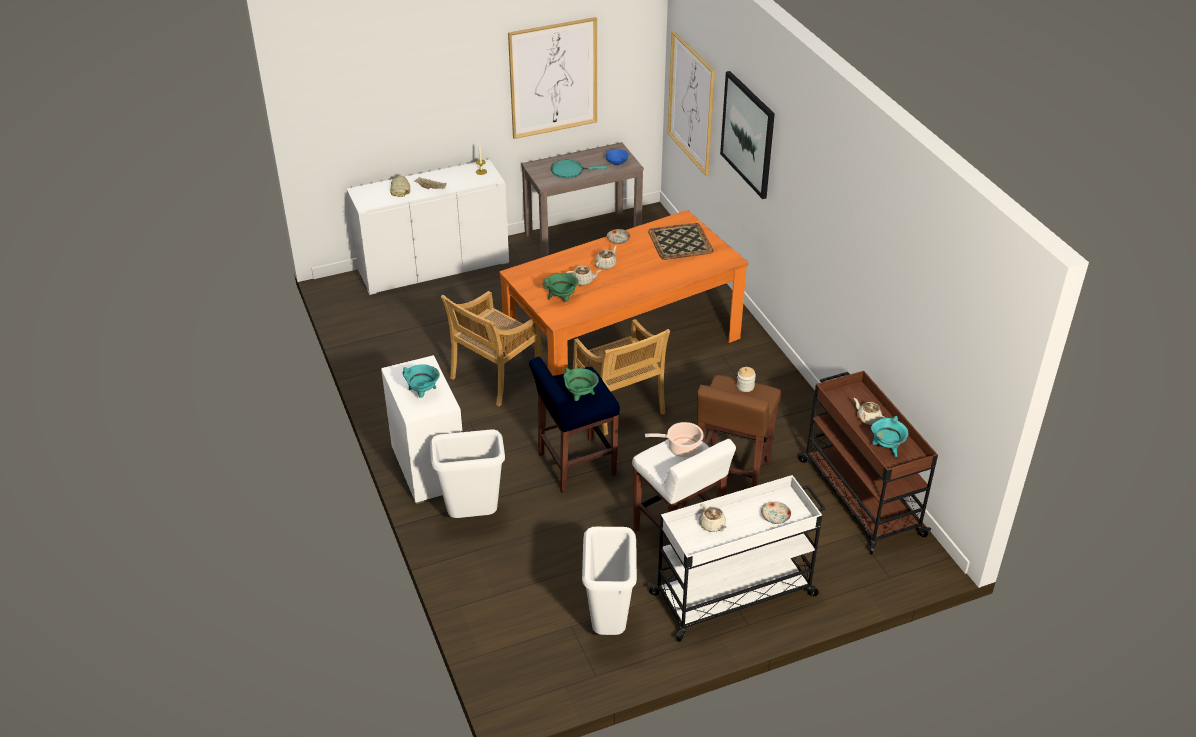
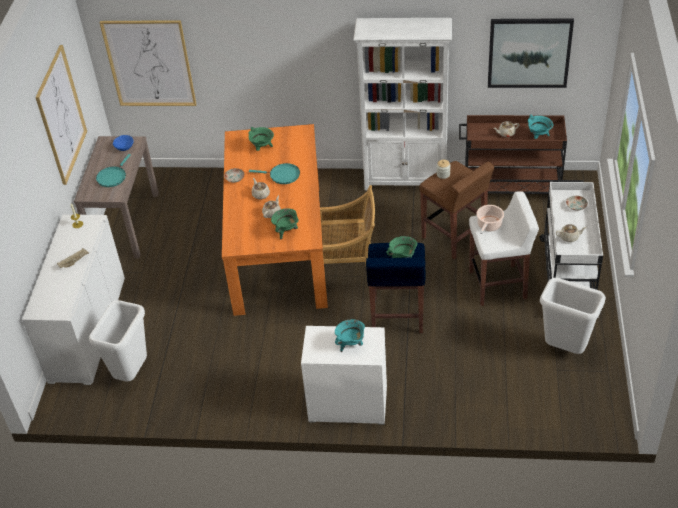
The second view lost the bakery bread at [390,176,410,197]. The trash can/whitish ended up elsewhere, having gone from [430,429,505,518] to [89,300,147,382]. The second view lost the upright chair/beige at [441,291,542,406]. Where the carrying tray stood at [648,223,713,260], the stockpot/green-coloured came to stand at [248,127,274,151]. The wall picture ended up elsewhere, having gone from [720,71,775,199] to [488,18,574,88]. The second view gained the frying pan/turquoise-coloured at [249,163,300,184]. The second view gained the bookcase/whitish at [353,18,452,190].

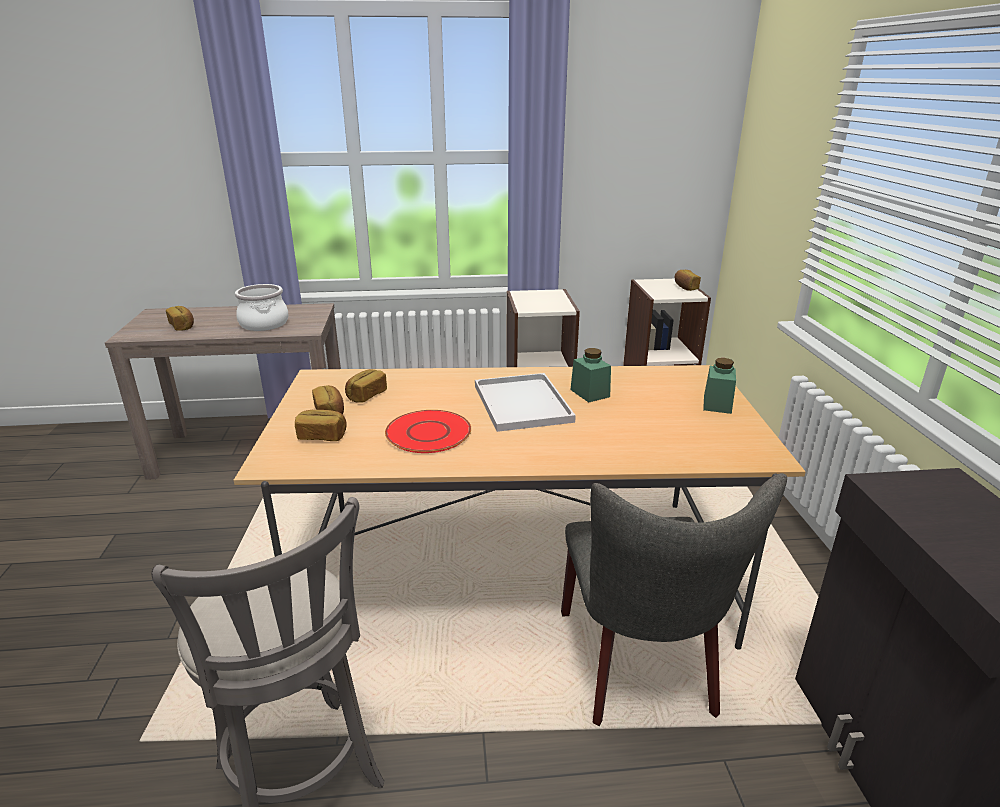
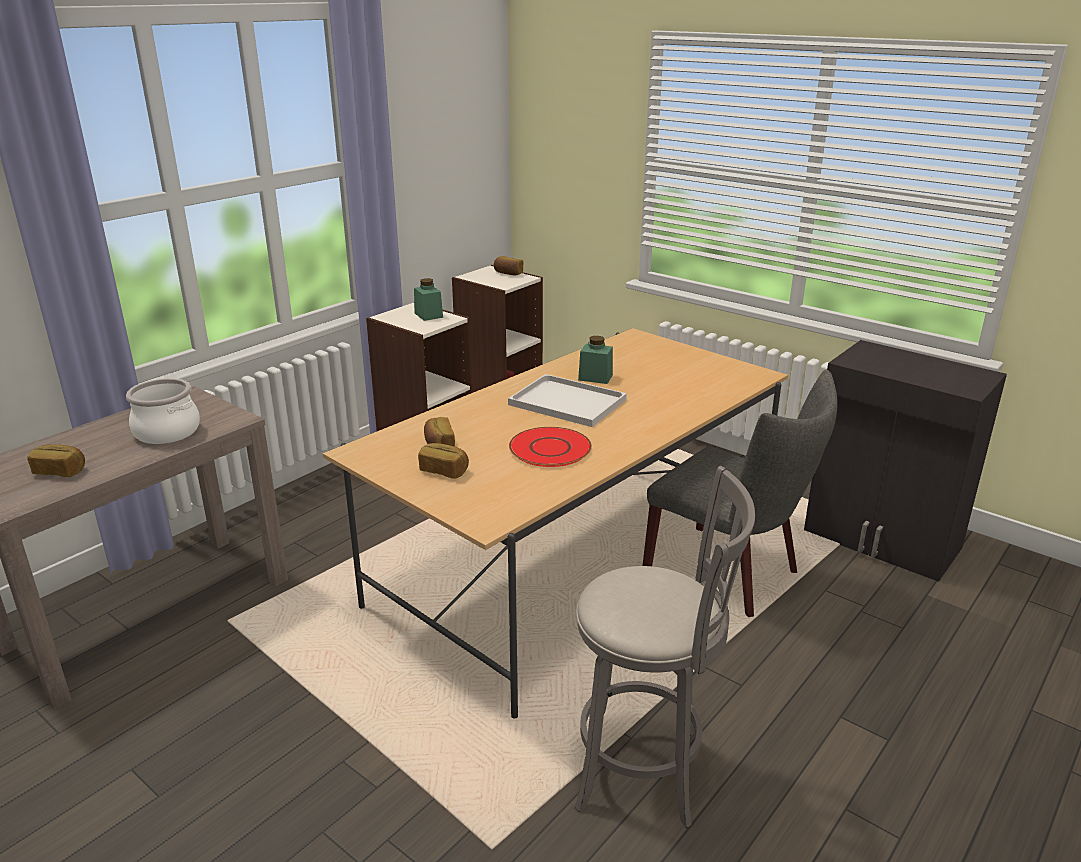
The second view lost the bakery bread at [295,410,347,441]. The storage jar/green-coloured ended up elsewhere, having gone from [703,358,736,414] to [414,278,443,321].

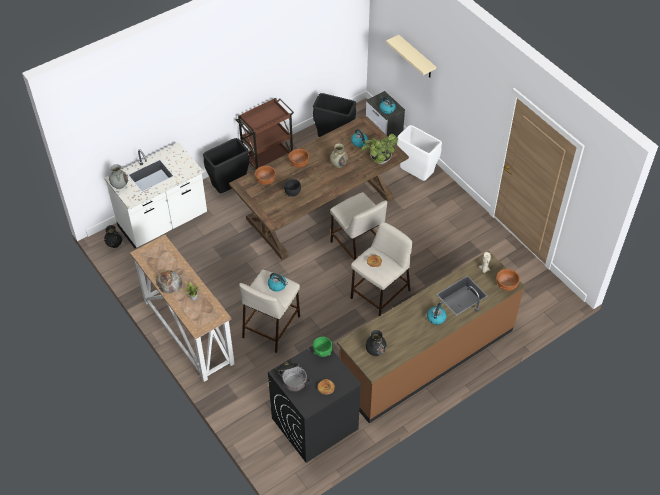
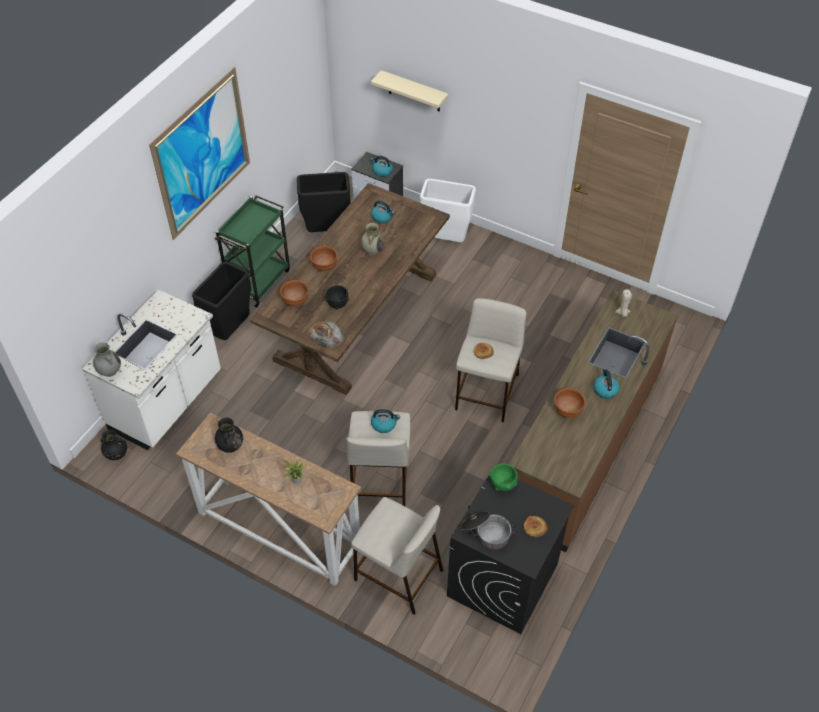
The bakery bread ended up elsewhere, having gone from [156,270,182,294] to [308,321,344,348]. What was the trolley/brown-coloured at [236,98,294,170] turned into the trolley/green-coloured at [215,195,290,307]. The stool seat/beige ended up elsewhere, having gone from [330,192,387,261] to [351,497,443,615]. The second view lost the potted plant at [361,134,398,164]. The vase/black-coloured ended up elsewhere, having gone from [366,330,386,356] to [215,417,243,453]. The serving bowl/brown-coloured ended up elsewhere, having gone from [497,269,520,291] to [554,388,586,418]. The second view gained the wall picture at [149,67,250,240].

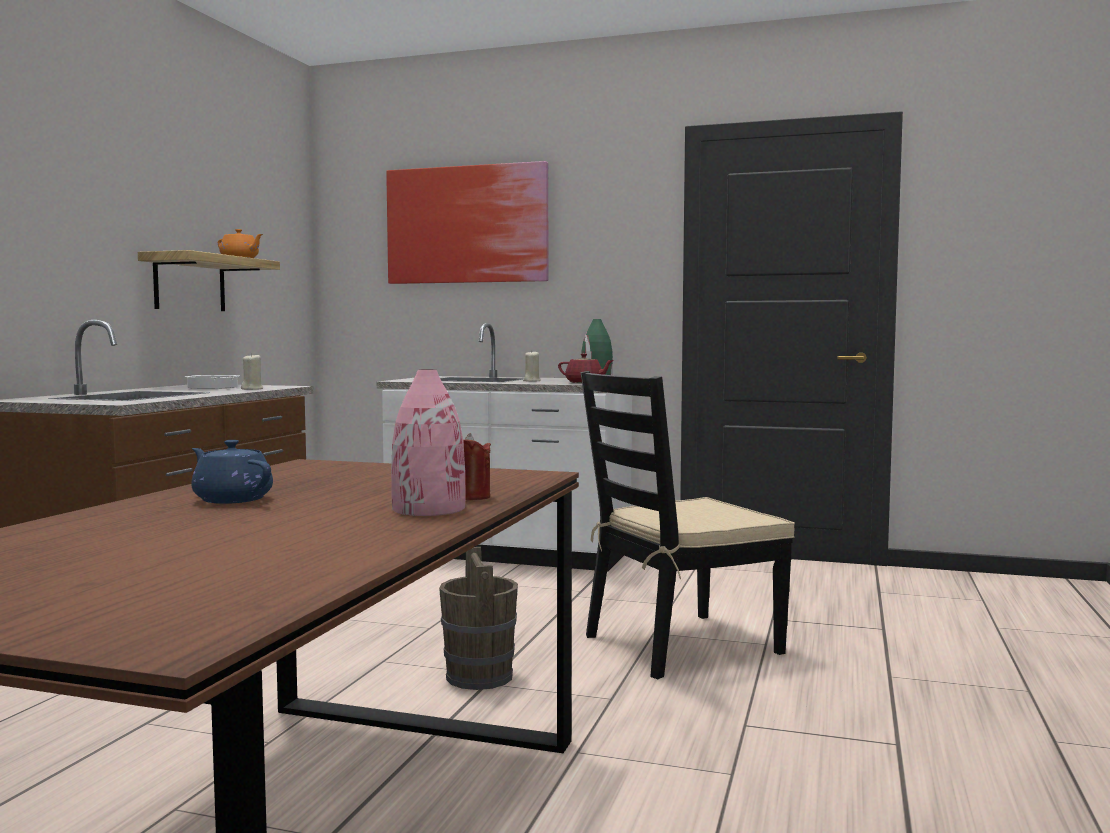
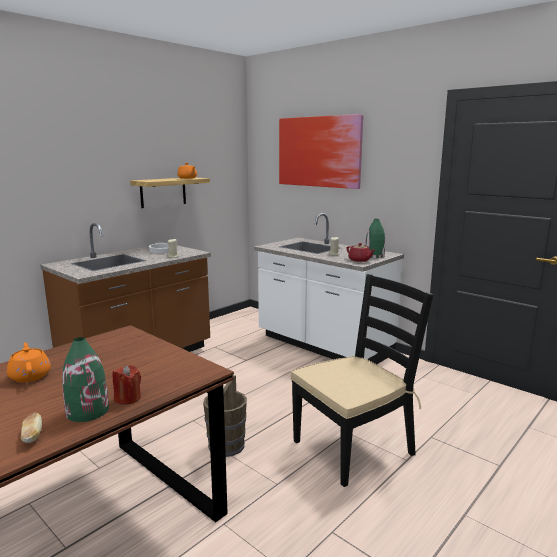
What was the pot for tea/bluish at [191,440,273,504] turned into the pot for tea/orangey at [7,343,51,382]. What was the vase/pinkish at [391,369,466,516] turned into the vase/green-coloured at [62,337,109,422]. The upright chair/black-coloured at [581,371,795,679] ended up facing another way, 150 degrees clockwise from before. The second view gained the bakery bread at [21,413,42,443].

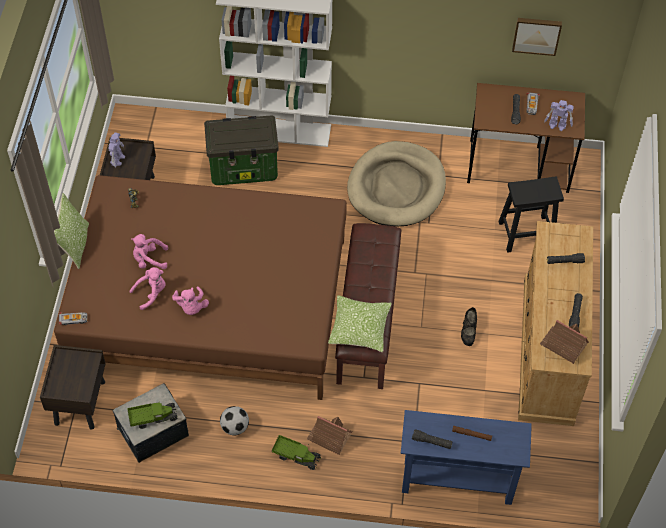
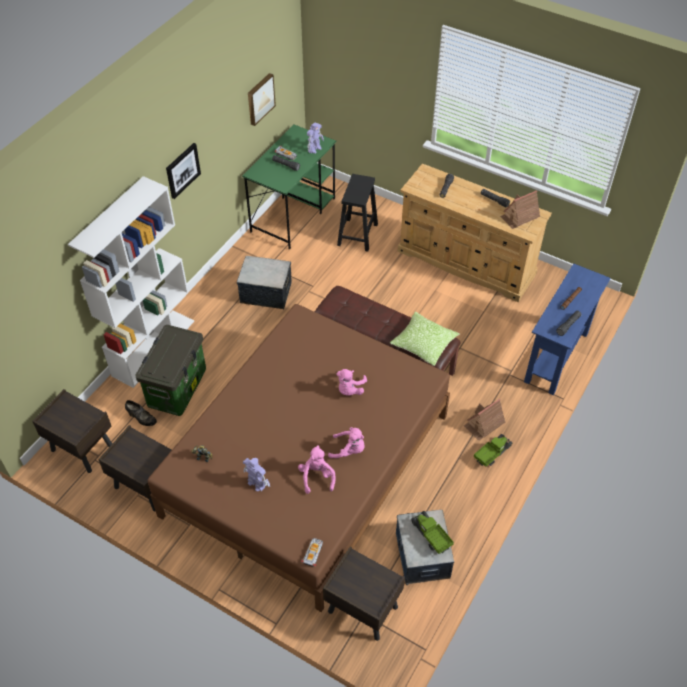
The second view lost the cushion at [54,193,89,269]. The model robot ended up elsewhere, having gone from [108,132,125,168] to [243,458,270,491]. The model truck at [127,402,177,429] ended up facing another way, 45 degrees counterclockwise from before. The soft toy/pinkish ended up elsewhere, having gone from [131,234,168,269] to [336,369,367,396]. The second view lost the football at [220,406,249,435]. Where the pet bed/beige stood at [347,141,446,227], the storage bin came to stand at [237,256,292,309]. The item of footwear/black-coloured ended up elsewhere, having gone from [461,307,477,346] to [125,400,157,426]. What was the desk unit/brown-coloured at [467,83,585,193] turned into the desk unit/green-coloured at [242,125,336,250]. The second view gained the bedside table/brown-coloured at [32,389,112,473]. The second view gained the wall picture at [166,143,201,199].

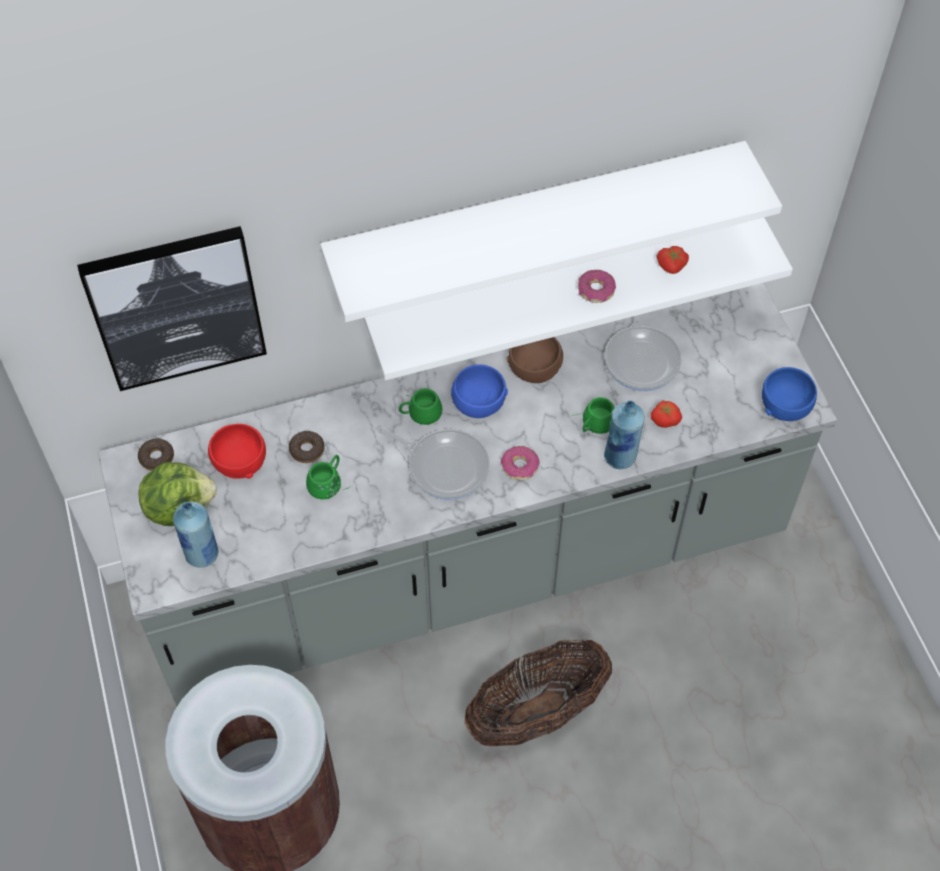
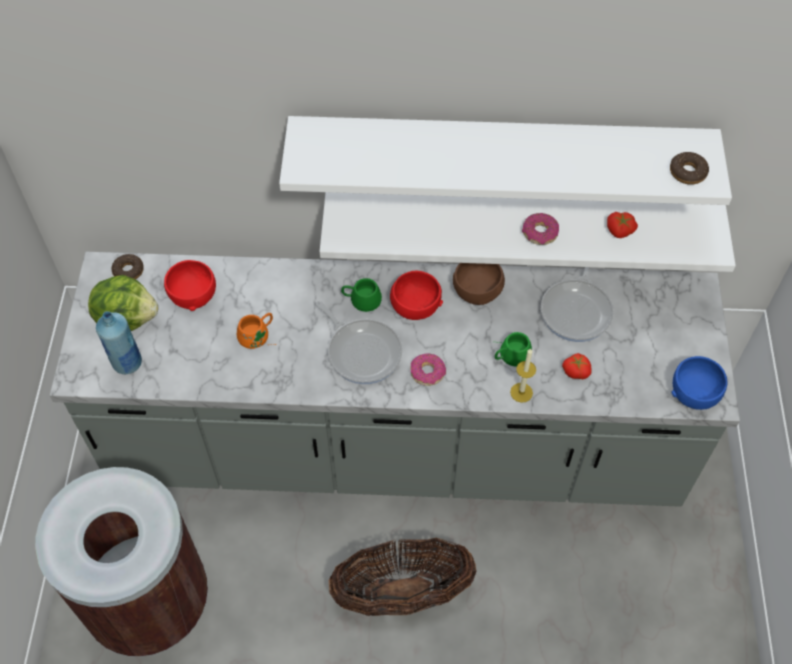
The second view lost the wall picture at [77,226,267,391]. The ring doughnut ended up elsewhere, having gone from [289,431,325,463] to [670,152,709,185]. What was the tea mug/green-coloured at [306,455,350,499] turned into the tea mug/orangey at [237,313,277,349]. What was the serving bowl/bluish at [451,364,508,418] turned into the serving bowl/red at [390,271,443,320]. Where the bottle/bluish stood at [604,401,645,469], the candle came to stand at [510,348,536,403].

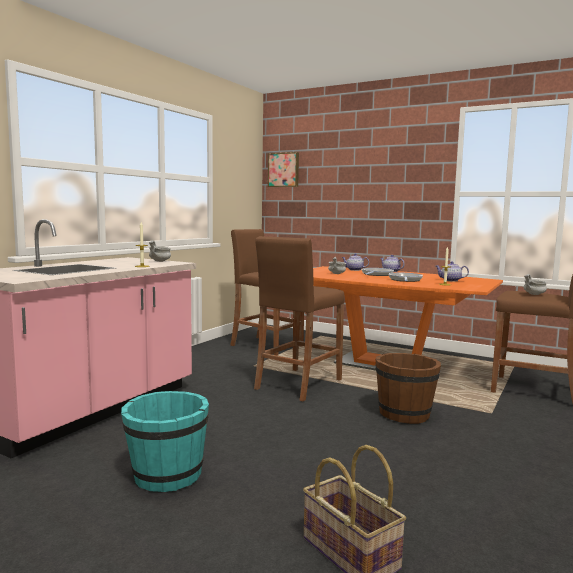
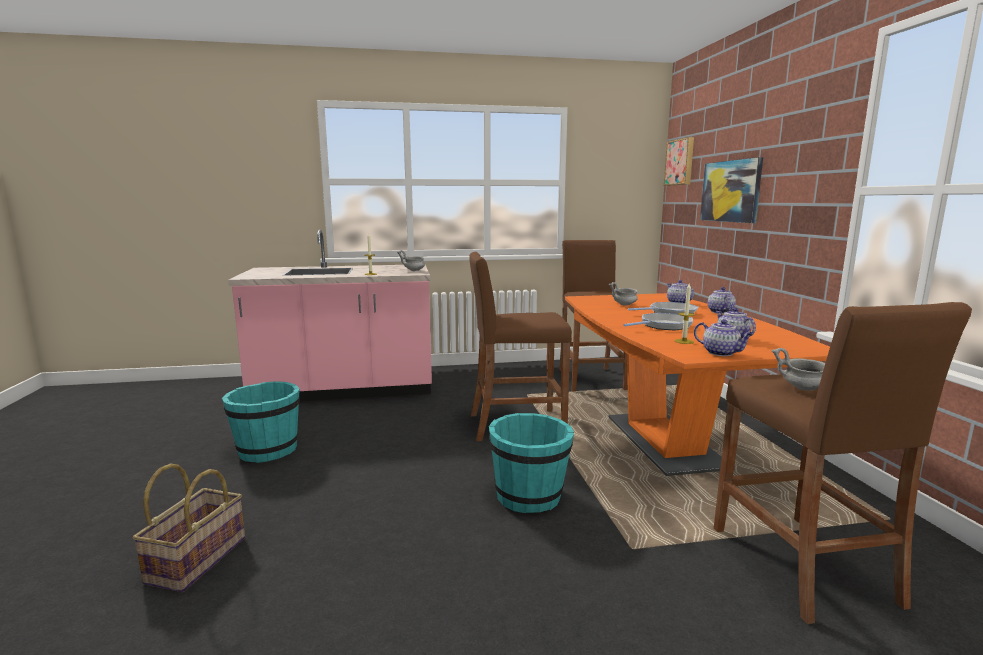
What was the water bucket/brown-coloured at [376,353,441,424] turned into the water bucket/turquoise-coloured at [489,413,574,513]. The second view gained the pot for tea at [694,319,754,356]. The second view gained the wall picture at [700,157,763,223].

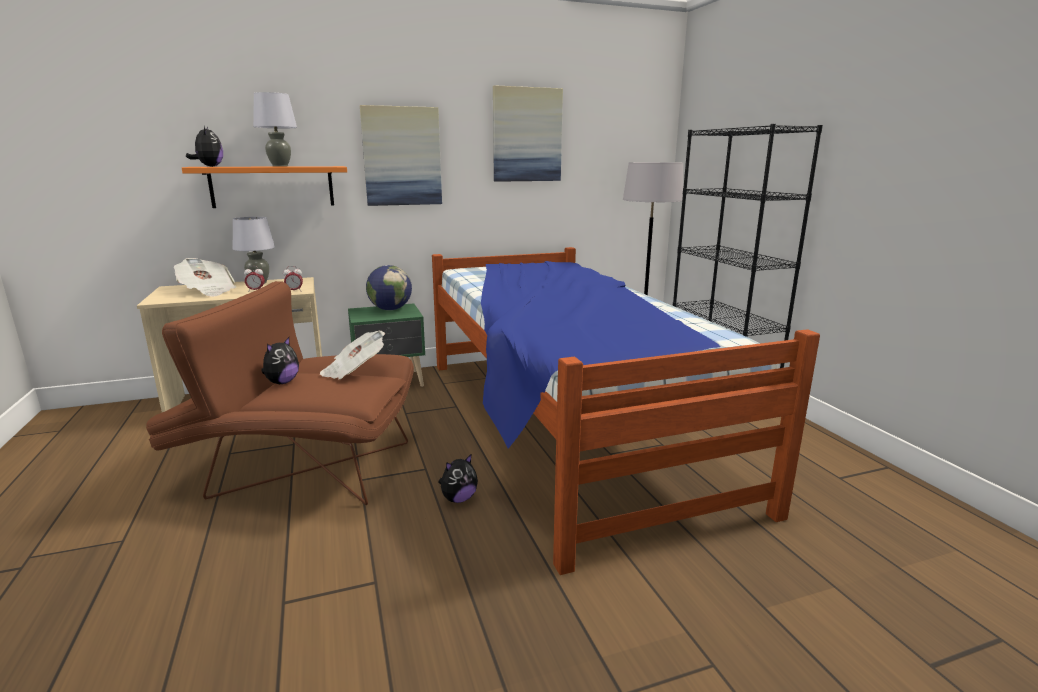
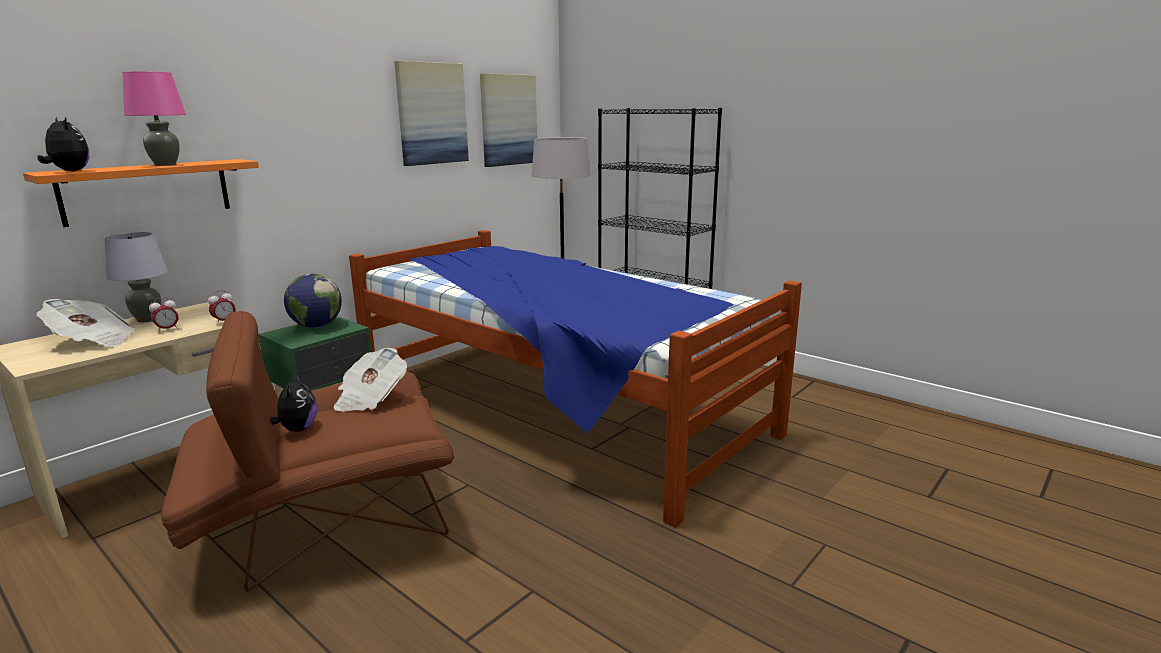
What was the lamp for a table/grey at [253,92,297,167] turned into the lamp for a table/pinkish at [122,71,186,166]. The wall picture ended up elsewhere, having gone from [360,105,442,206] to [480,73,537,167]. The second view lost the soft toy at [438,455,478,503].

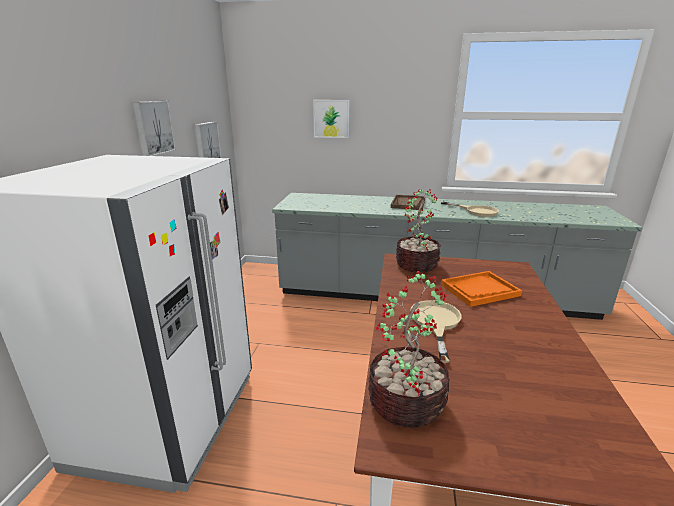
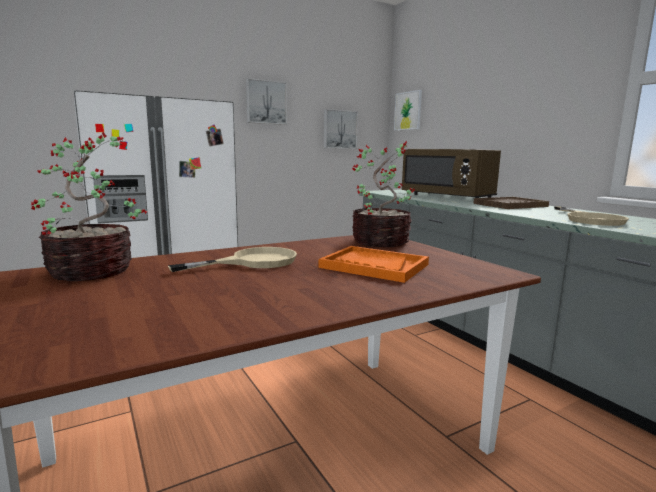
The wall picture ended up elsewhere, having gone from [313,100,350,138] to [394,90,422,131]. The second view gained the kitchen microwave/brown-coloured at [402,149,501,198].

